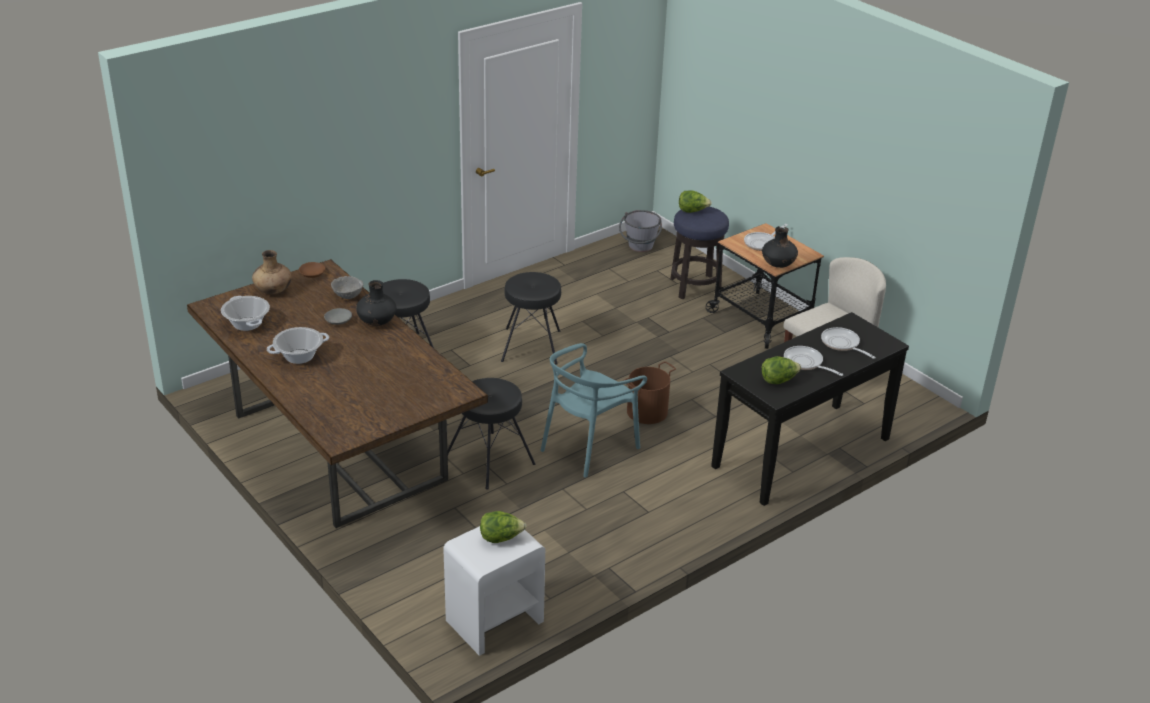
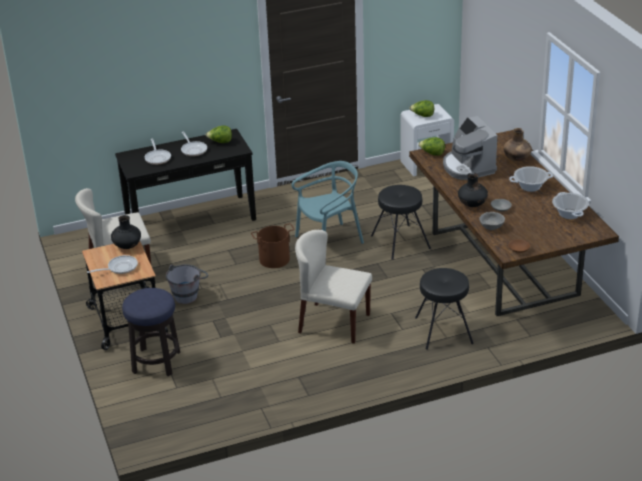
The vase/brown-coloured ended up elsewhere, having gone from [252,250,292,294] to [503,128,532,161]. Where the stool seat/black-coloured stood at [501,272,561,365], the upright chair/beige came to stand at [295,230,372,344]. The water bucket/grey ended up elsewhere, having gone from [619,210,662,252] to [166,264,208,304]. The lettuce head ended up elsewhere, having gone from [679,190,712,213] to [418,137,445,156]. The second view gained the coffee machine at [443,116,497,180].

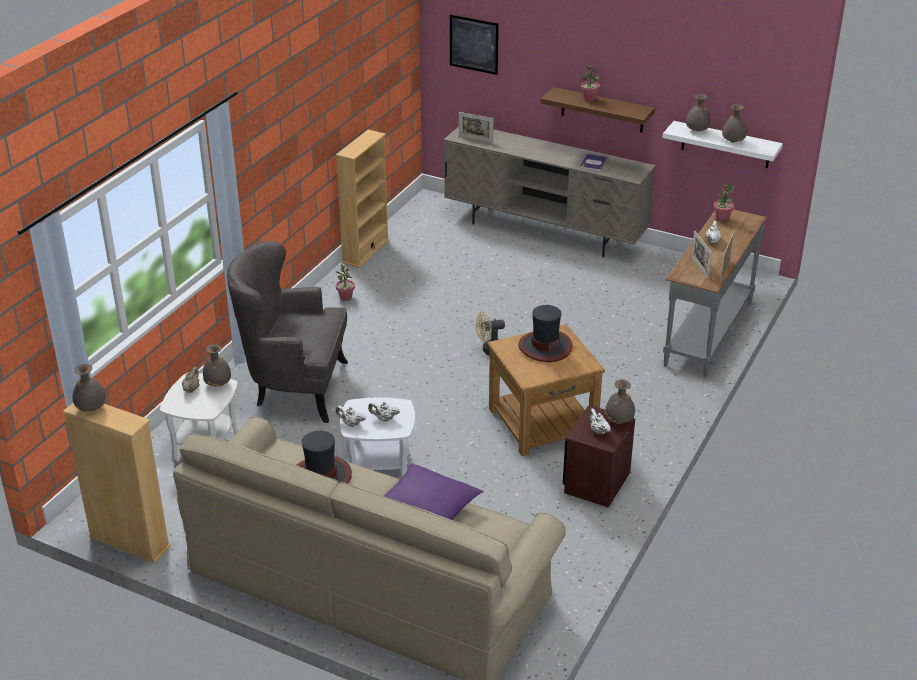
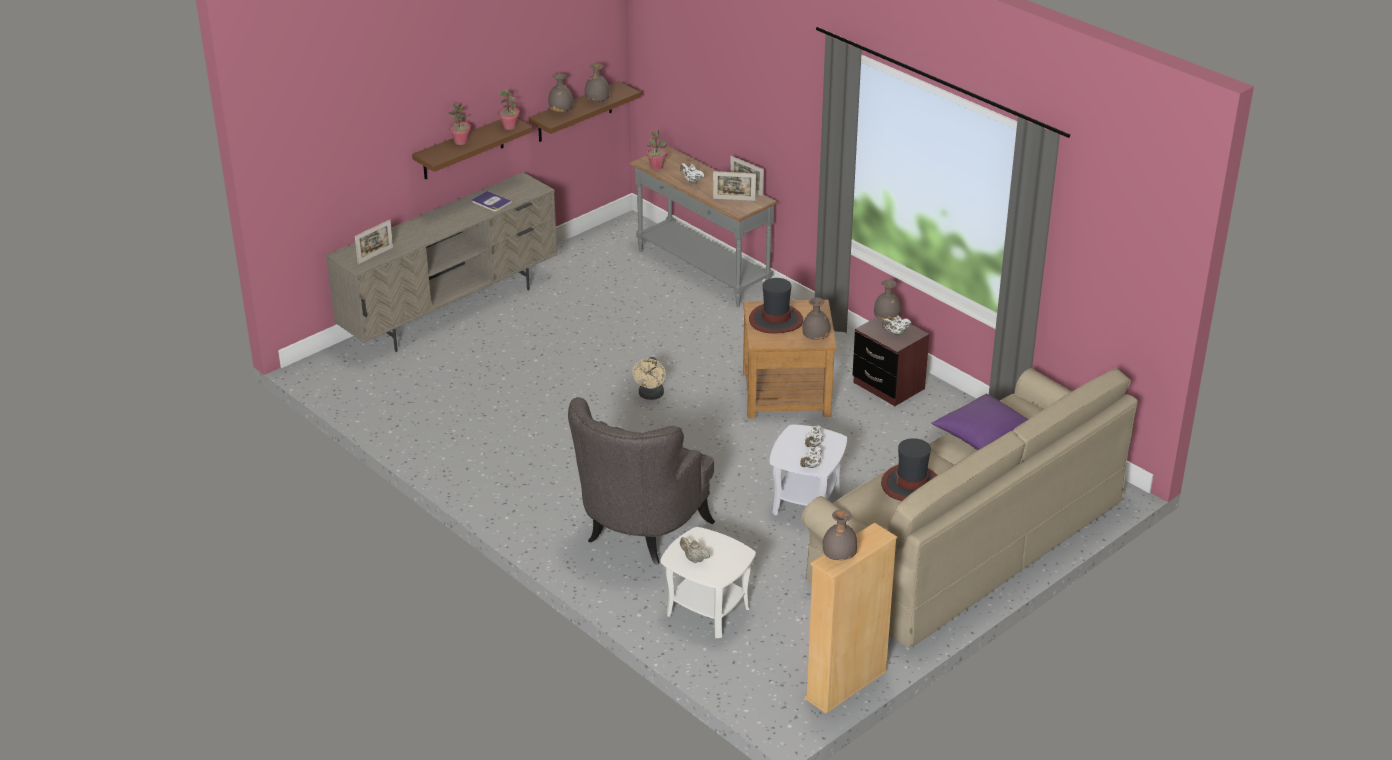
The vase/grey ended up elsewhere, having gone from [203,344,231,387] to [802,297,831,340]. The second view lost the bookcase/beige at [336,130,390,268]. The potted plant ended up elsewhere, having gone from [336,264,355,301] to [498,90,520,130]. The second view lost the wall picture at [450,14,499,75]. What was the bracket shelf/whitish at [663,121,783,168] turned into the bracket shelf/brown-coloured at [529,81,641,142].

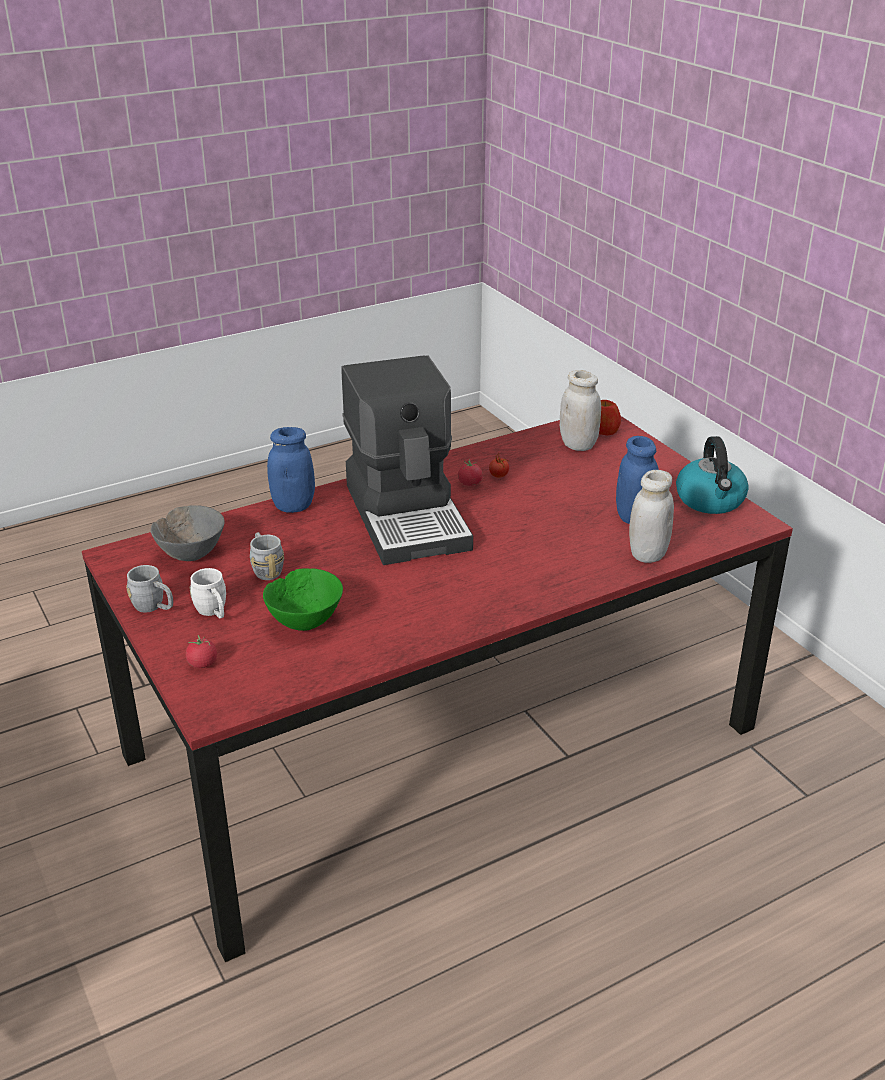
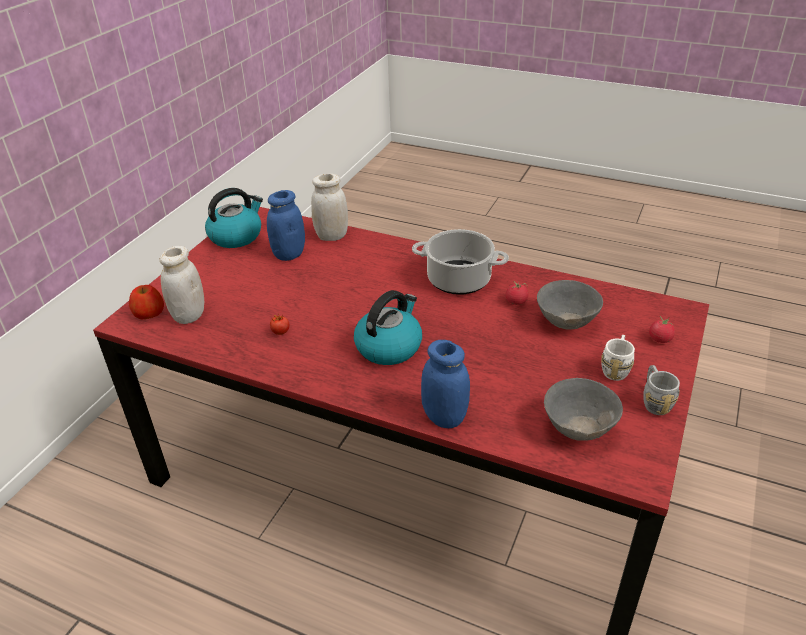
The second view lost the tea mug/grey at [250,532,284,580]. What was the serving bowl/green-coloured at [263,568,343,631] turned into the serving bowl/grey at [537,280,603,329]. Where the coffee machine stood at [341,355,473,565], the tea kettle came to stand at [354,290,422,365]. The fresh tomato ended up elsewhere, having gone from [458,459,483,486] to [506,281,528,305]. The second view gained the stockpot at [412,229,509,295].

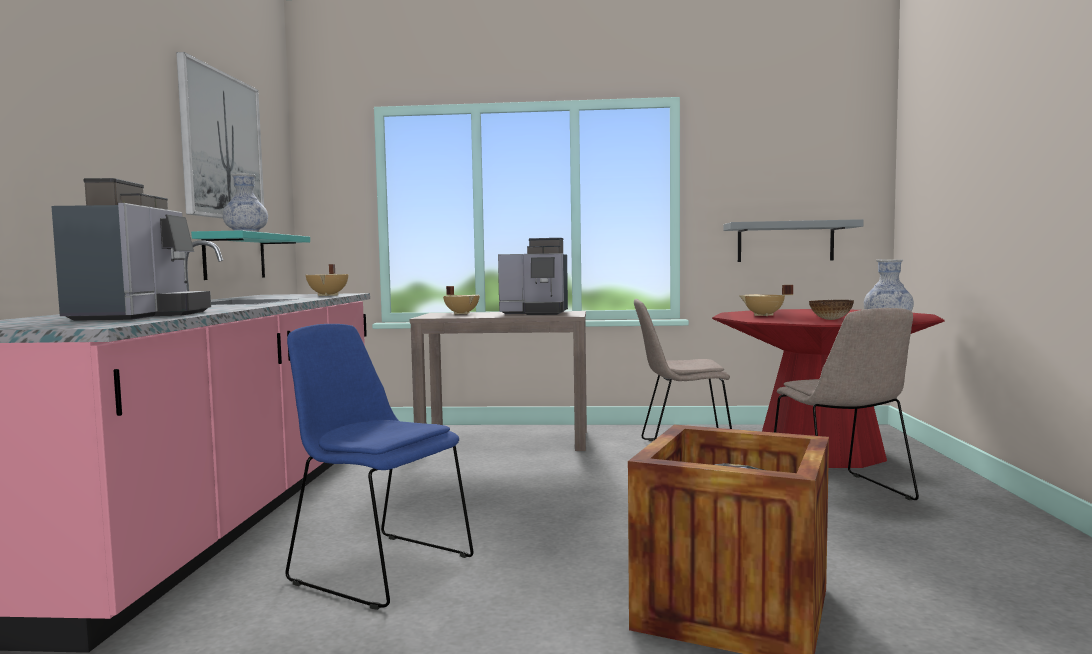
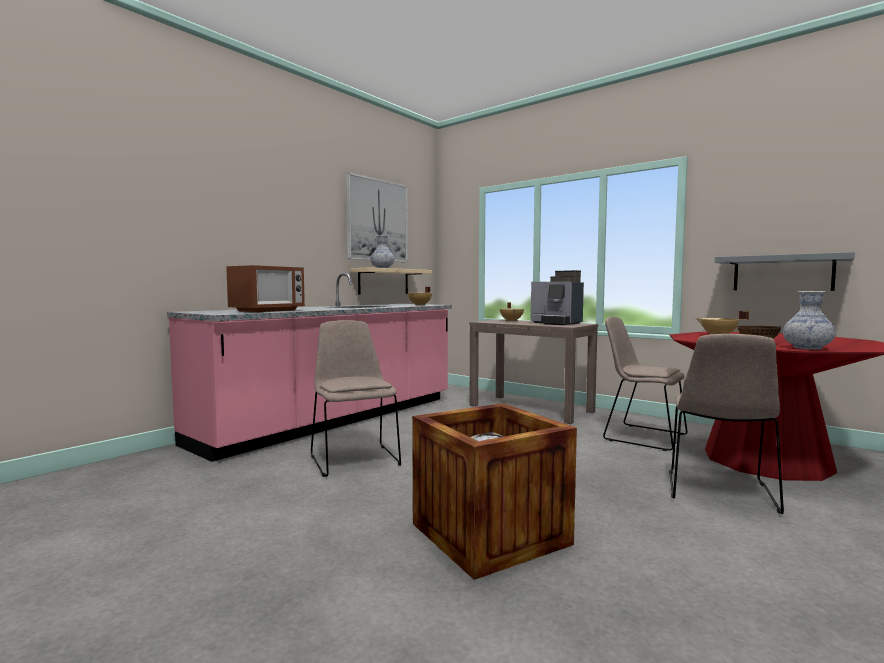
Where the coffee machine stood at [51,178,211,321], the kitchen microwave came to stand at [226,265,305,312]. What was the bracket shelf/turquoise-coloured at [191,230,310,280] turned into the bracket shelf/beige at [351,267,432,294]. What was the upright chair/bluish at [285,324,473,610] turned into the upright chair/beige at [311,320,401,477].

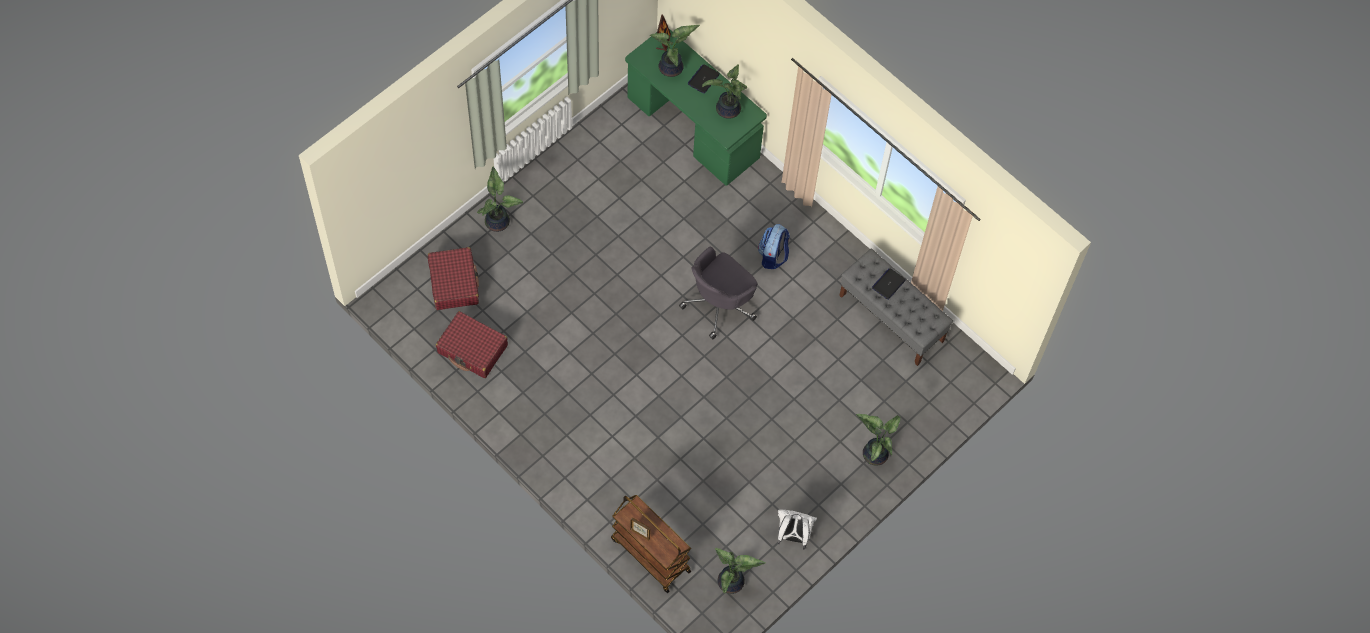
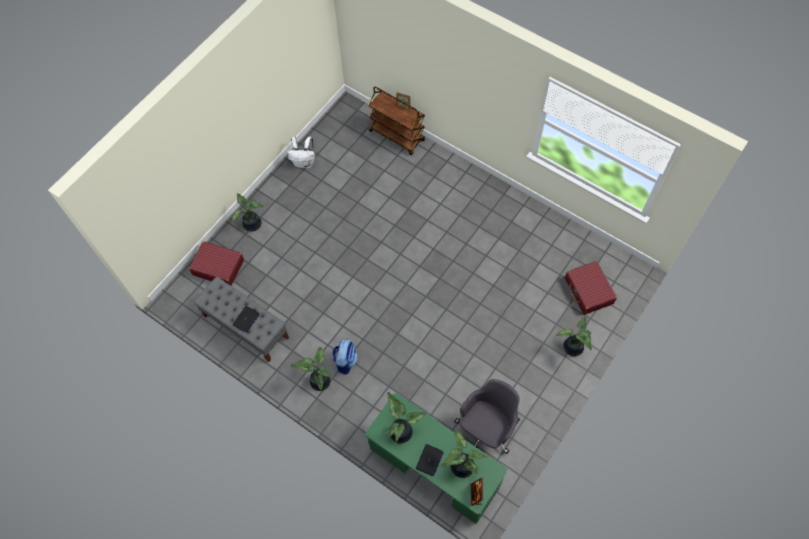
The travel case/red ended up elsewhere, having gone from [436,311,508,378] to [189,241,244,286]. The desk chair/grey ended up elsewhere, having gone from [679,247,757,339] to [454,379,520,454]. The potted plant ended up elsewhere, having gone from [715,548,766,594] to [290,347,332,391].

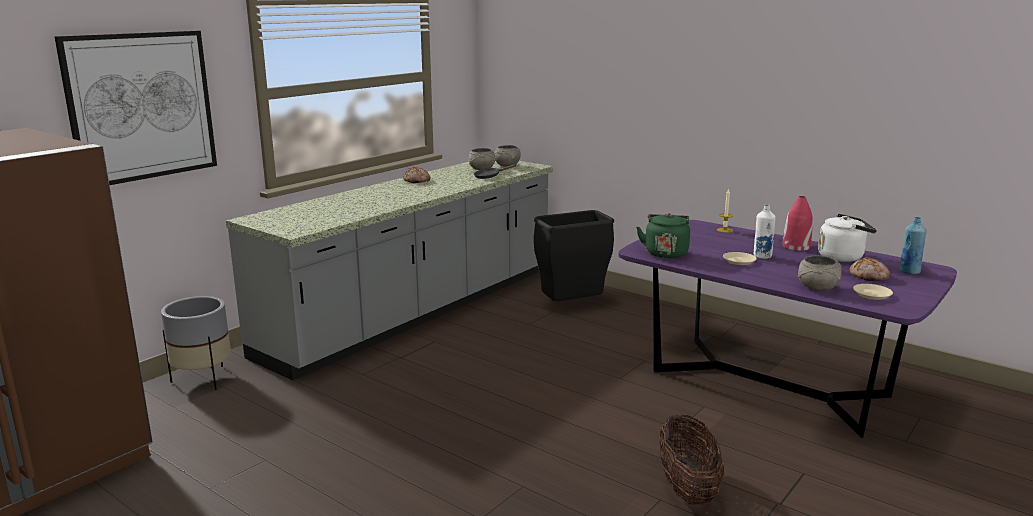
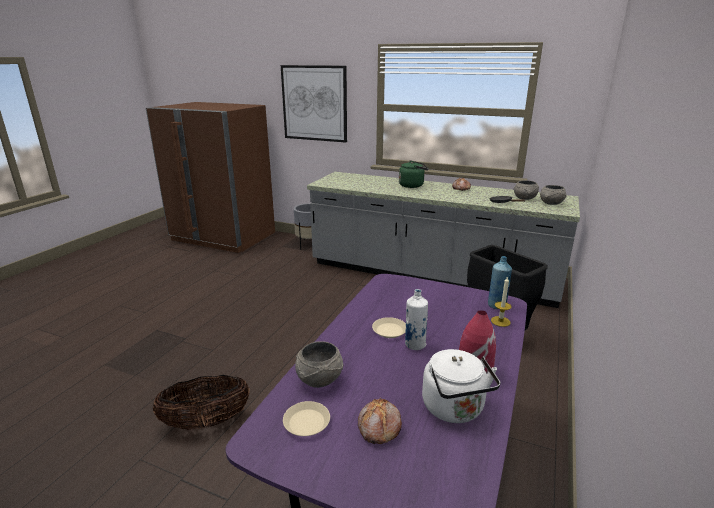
The tea kettle/green-coloured ended up elsewhere, having gone from [636,213,690,259] to [399,161,429,188]. The bottle/bluish ended up elsewhere, having gone from [900,217,927,275] to [488,256,512,309].

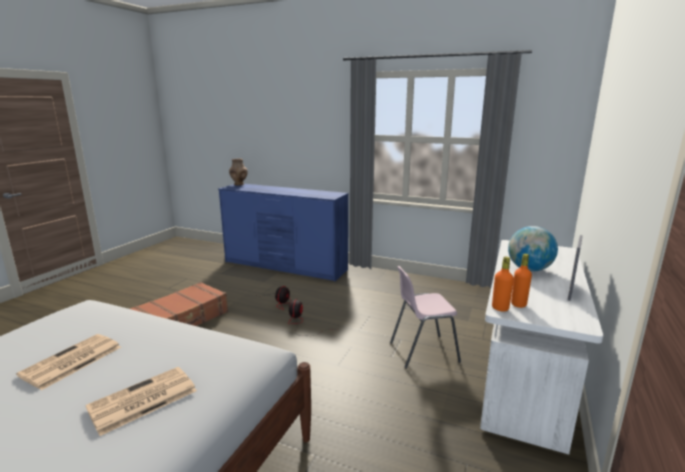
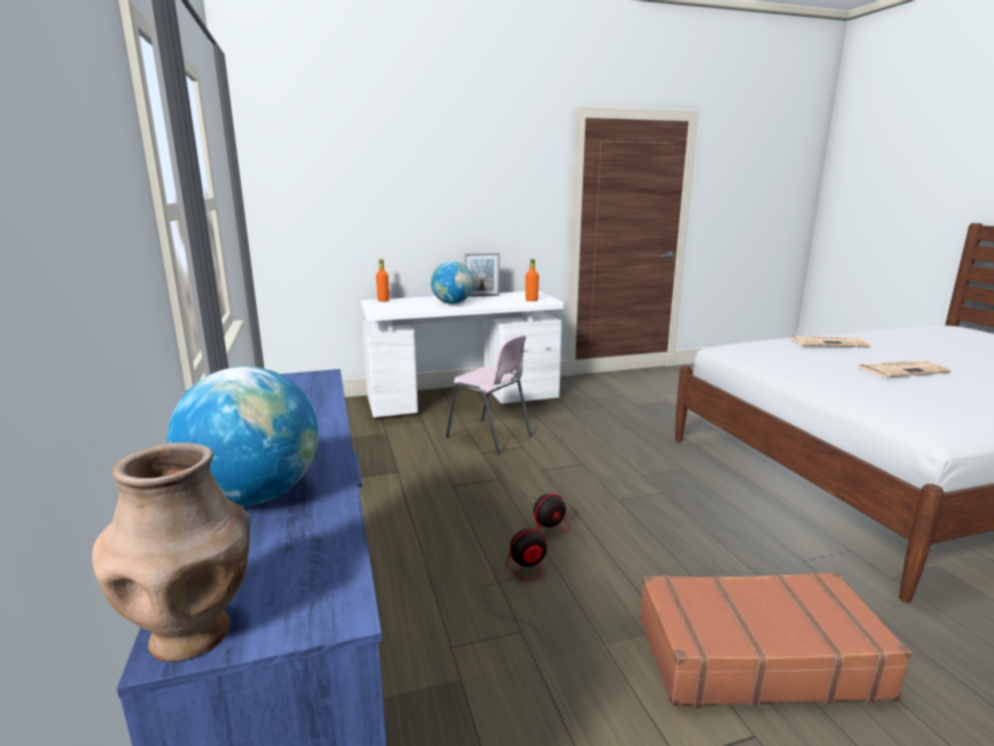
The bottle/orangey ended up elsewhere, having gone from [492,257,514,312] to [376,259,389,302]. The second view gained the globe at [167,366,318,506].

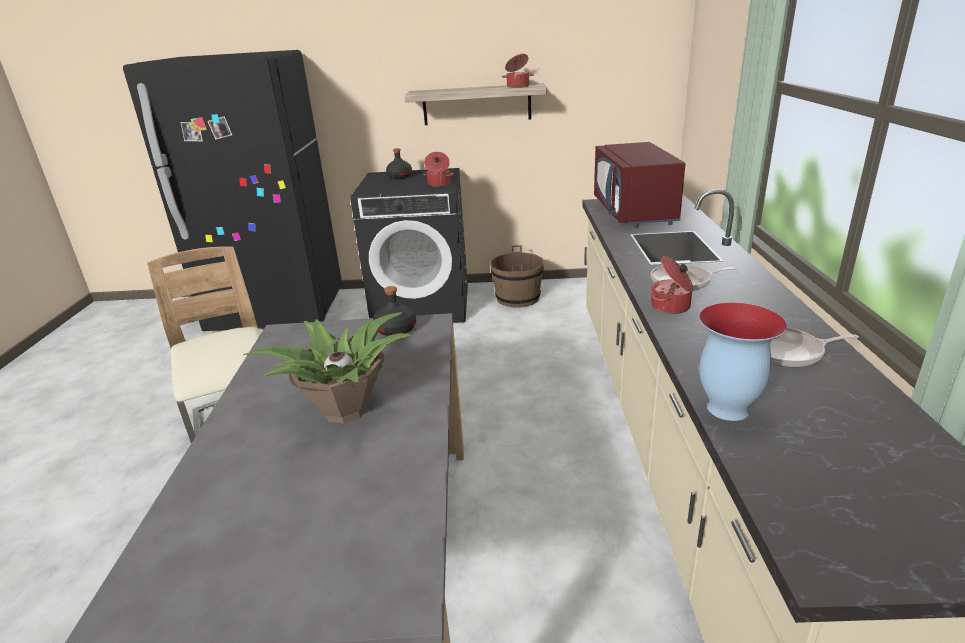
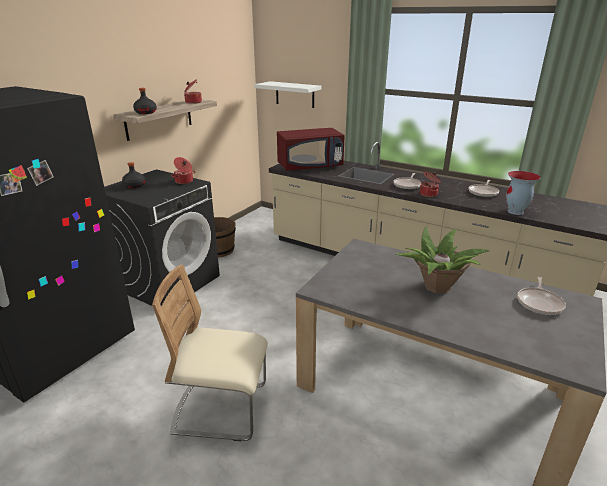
The bottle/black-coloured ended up elsewhere, having gone from [373,286,416,336] to [133,88,157,114]. The kitchen microwave/red at [594,142,685,228] ended up facing another way, 45 degrees counterclockwise from before. The second view gained the bracket shelf/whitish at [254,81,322,108]. The second view gained the frying pan at [517,277,566,315].

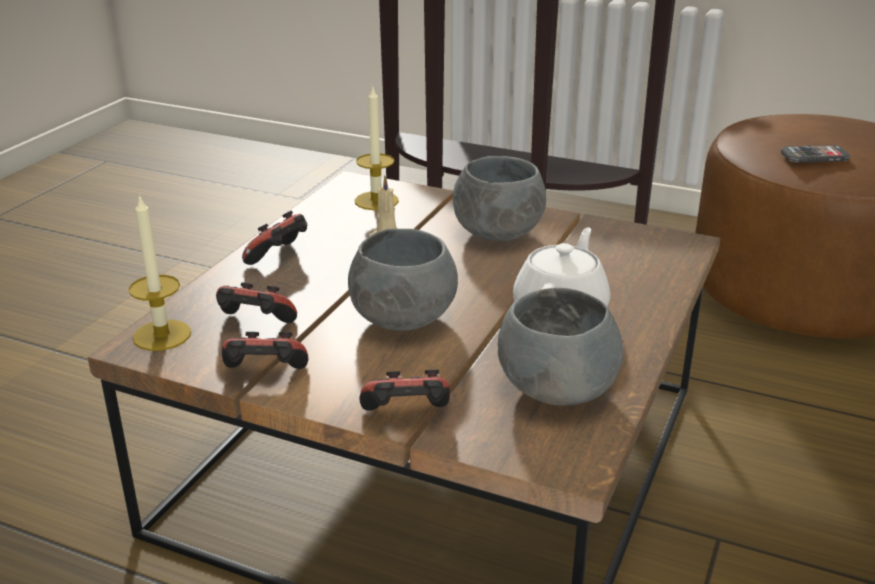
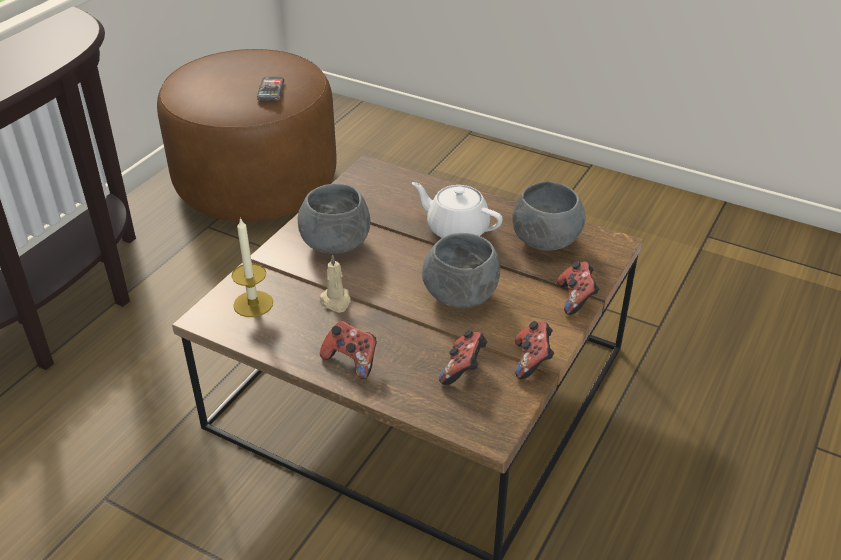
The second view lost the candle at [129,194,191,351].

